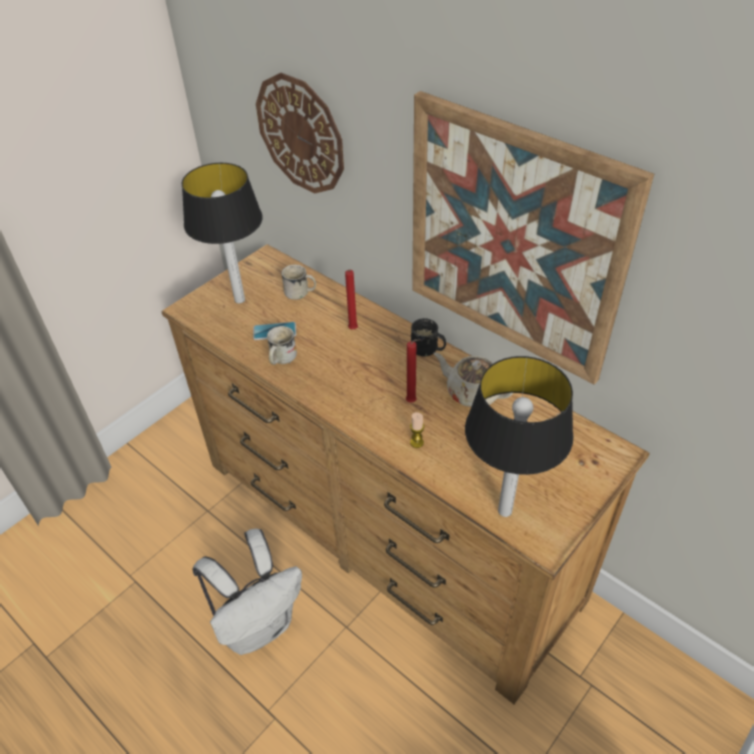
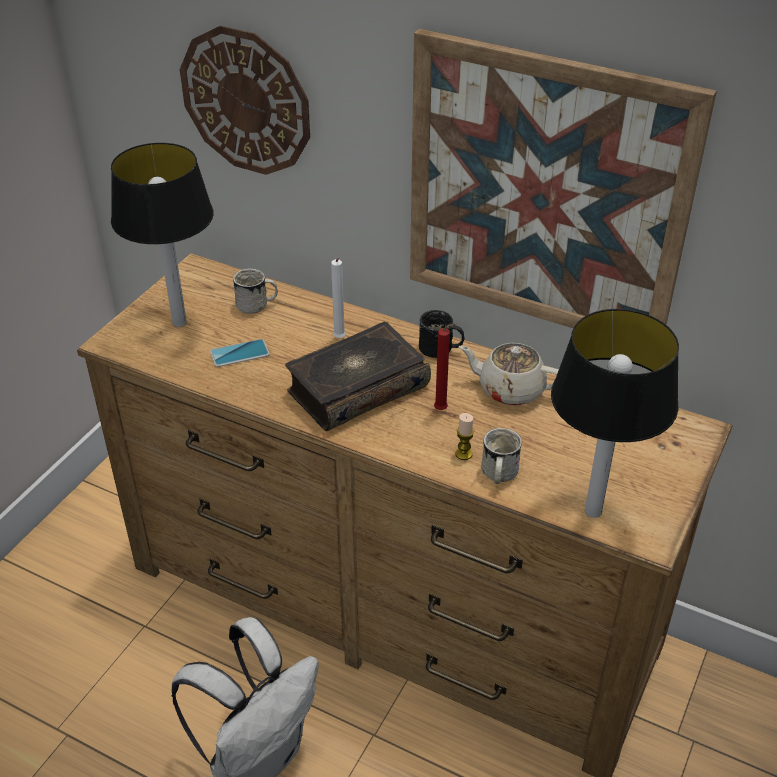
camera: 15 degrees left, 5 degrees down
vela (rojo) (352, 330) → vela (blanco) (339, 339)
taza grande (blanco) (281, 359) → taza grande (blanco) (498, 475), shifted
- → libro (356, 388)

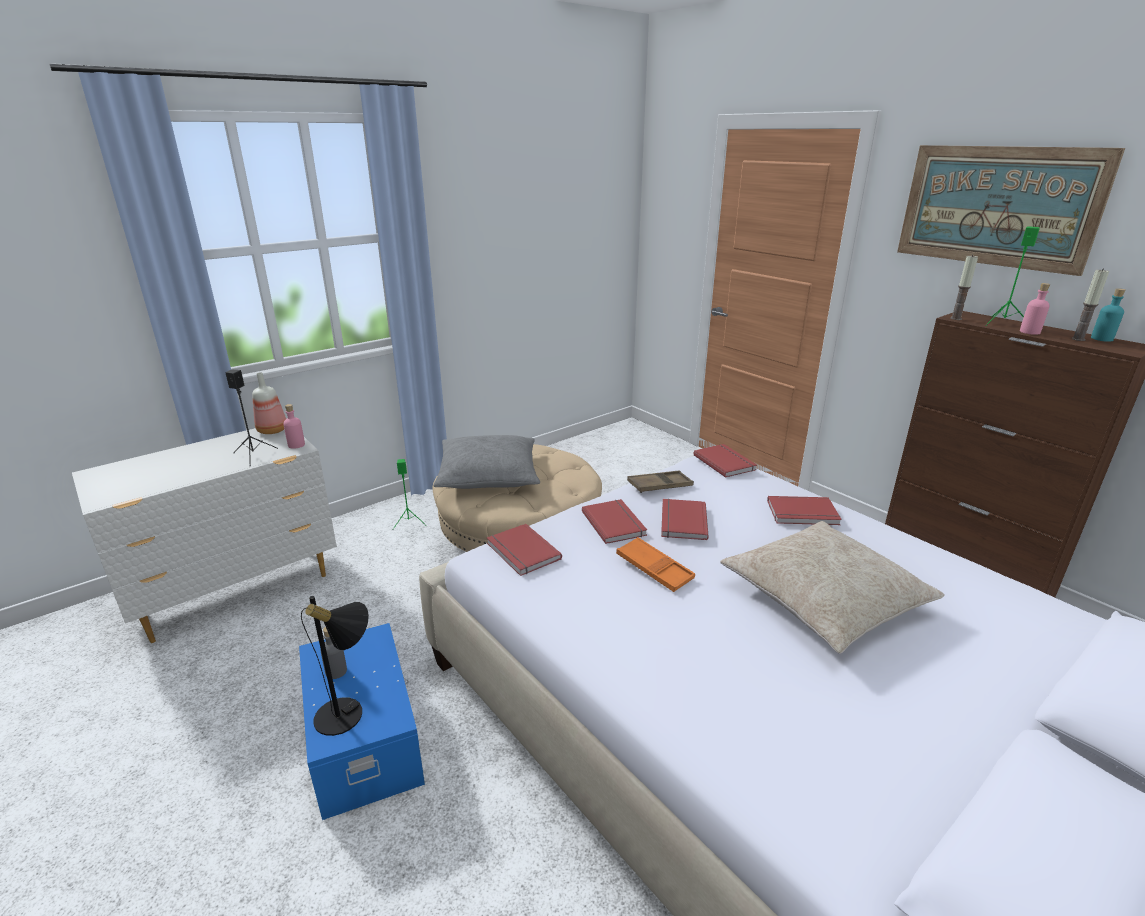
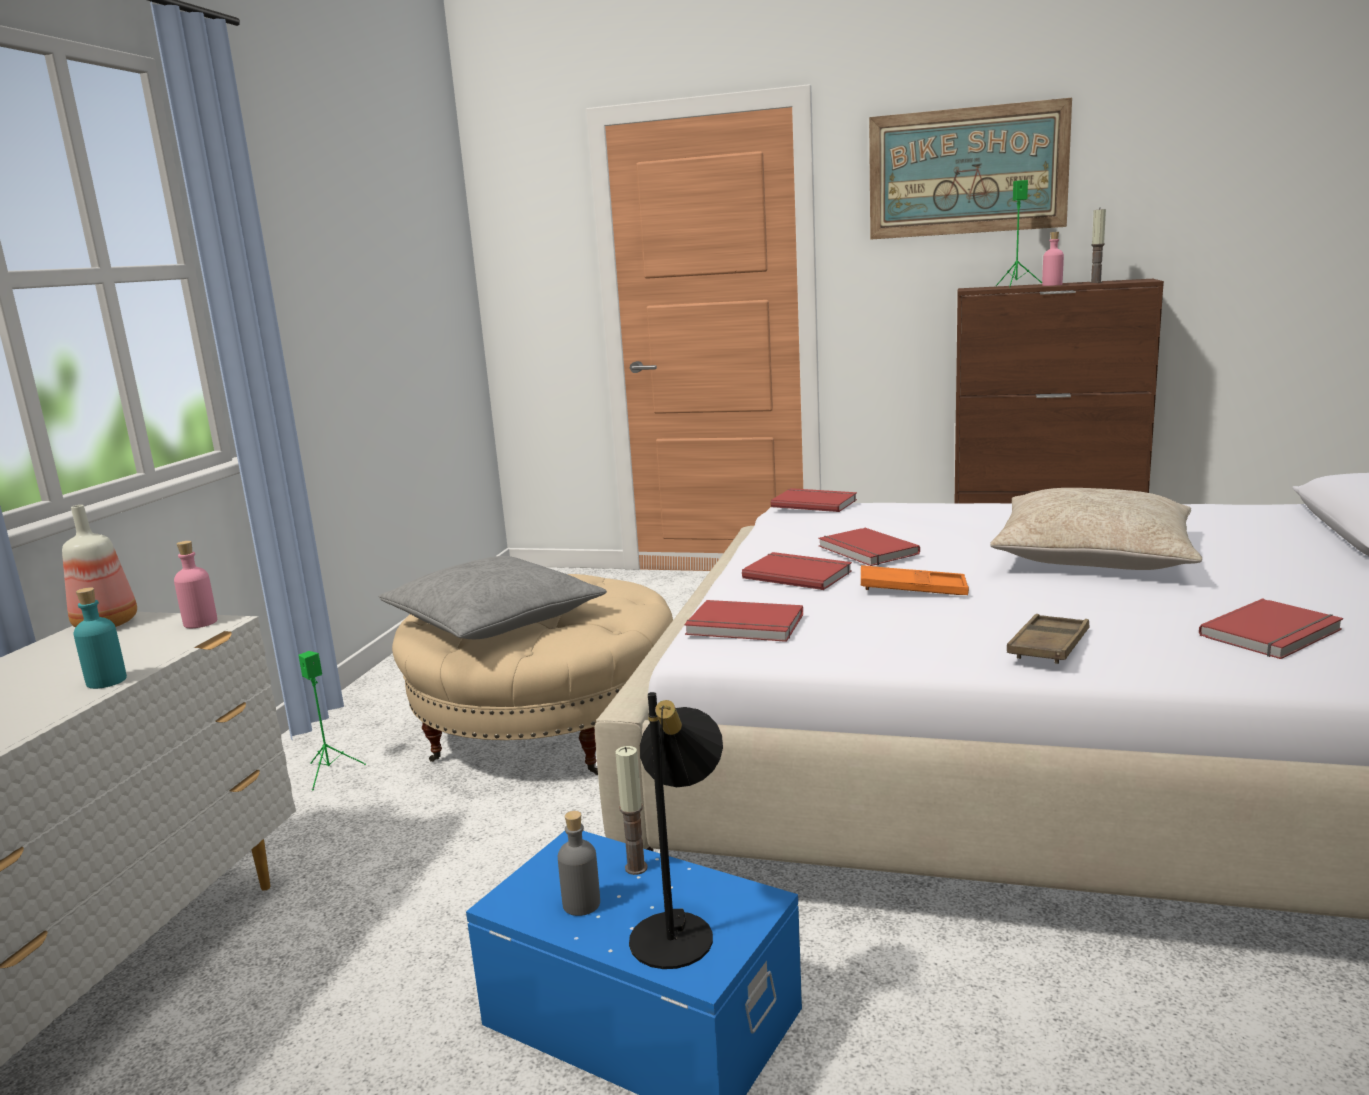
camera: 35 degrees left, 10 degrees down
vela (955, 318) → vela (636, 868), shifted
botella (turquesa) (1102, 339) → botella (turquesa) (106, 681), shifted
altavoz (negro) (254, 455) → -
bandeja (marrón) (660, 486) → bandeja (marrón) (1048, 646), shifted
libro (rojo) (803, 514) → libro (rojo) (1274, 634), shifted

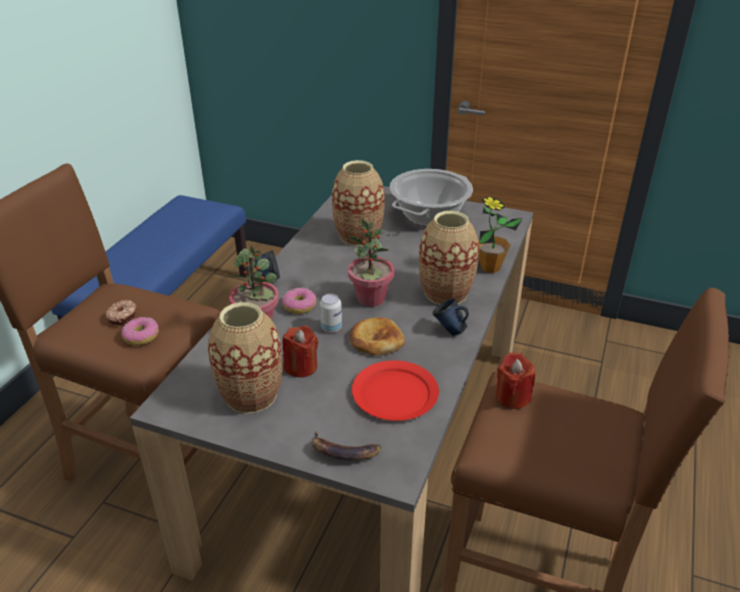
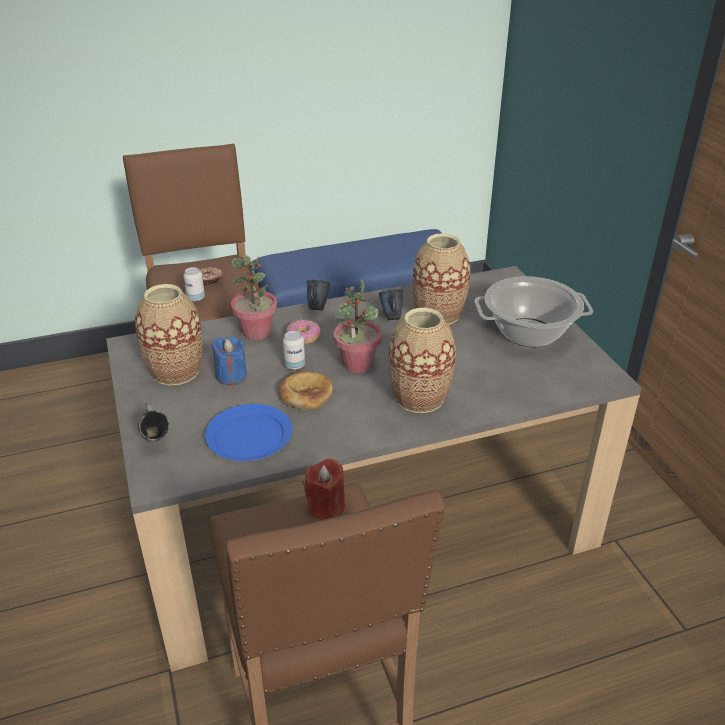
camera: 50 degrees right, 0 degrees up
planta en maceta (490, 267) → -
taza grande (azul) (449, 331) → taza grande (azul) (391, 317), shifted
rosquilla (141, 336) → lata (196, 298)
vela (rojo) (301, 366) → vela (azul) (231, 376)
plato (rojo) (395, 393) → plato (azul) (249, 436)
plátano (343, 452) → taza grande (gris) (156, 443)

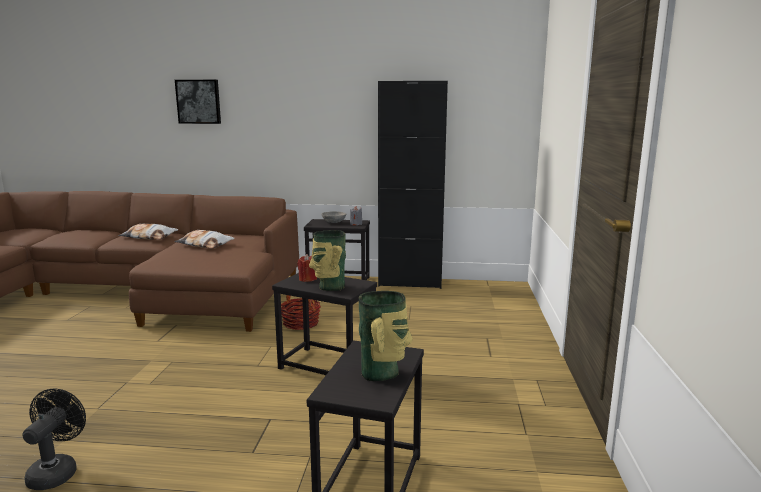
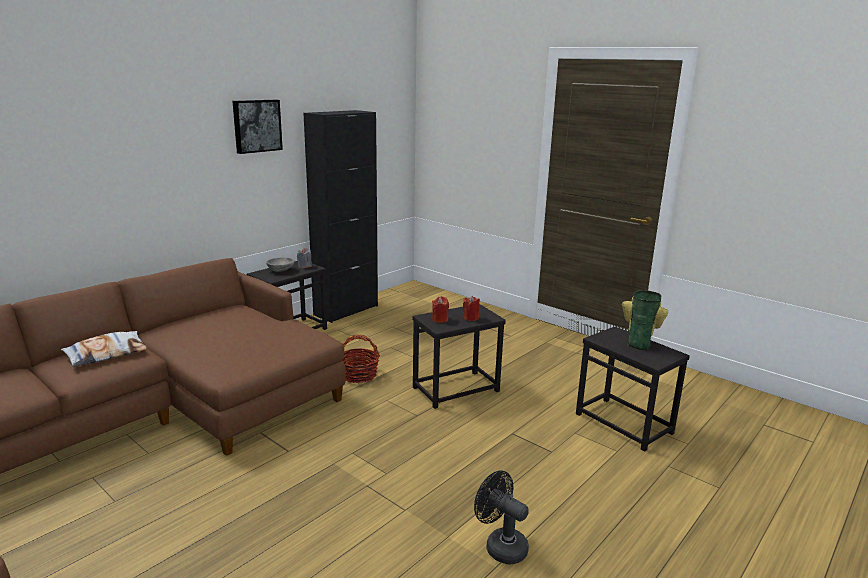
camera: 55 degrees left, 5 degrees up
cuadro (199, 101) → cuadro (256, 126), shifted
cojín (205, 244) → -
florero (330, 287) → vela (rojo) (470, 318)

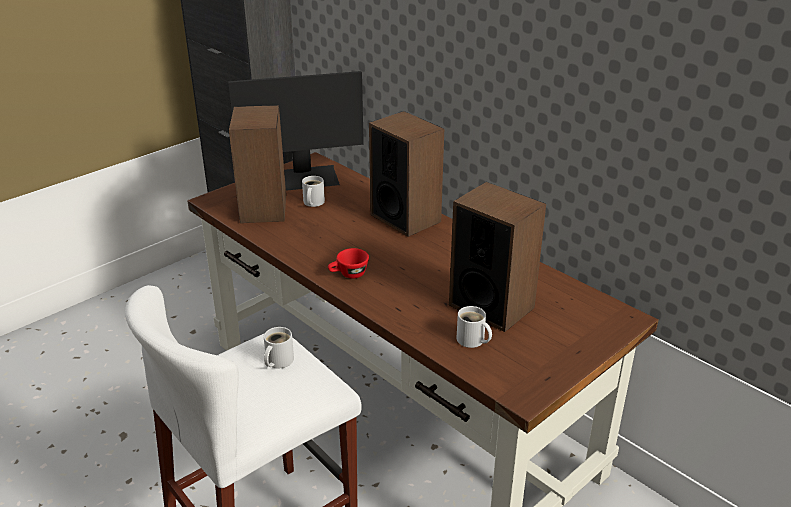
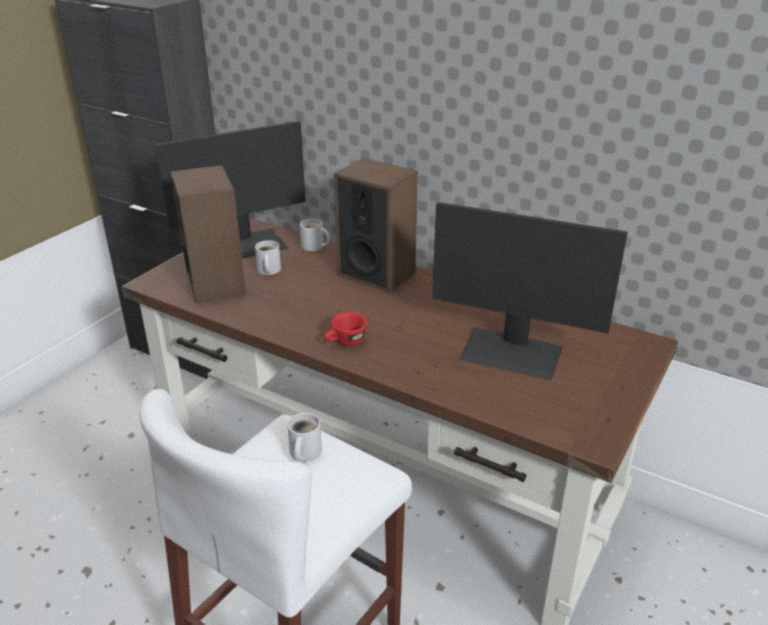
camera: 15 degrees left, 0 degrees up
altavoz (491, 306) → monitor (512, 352)
taza grande (blanco) (472, 341) → taza grande (blanco) (314, 247), shifted

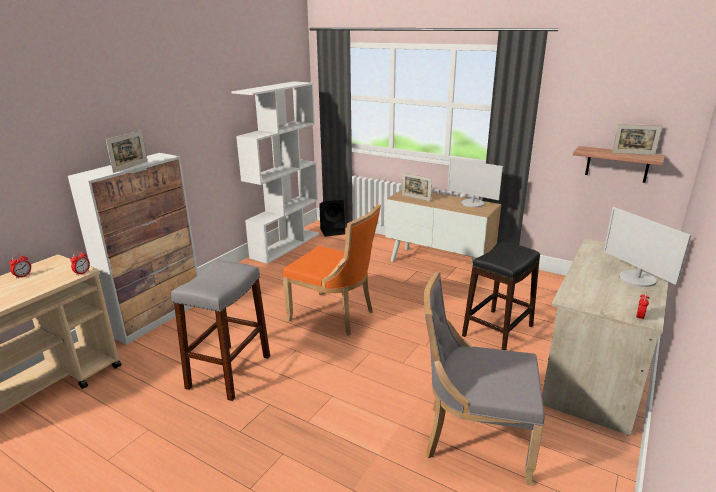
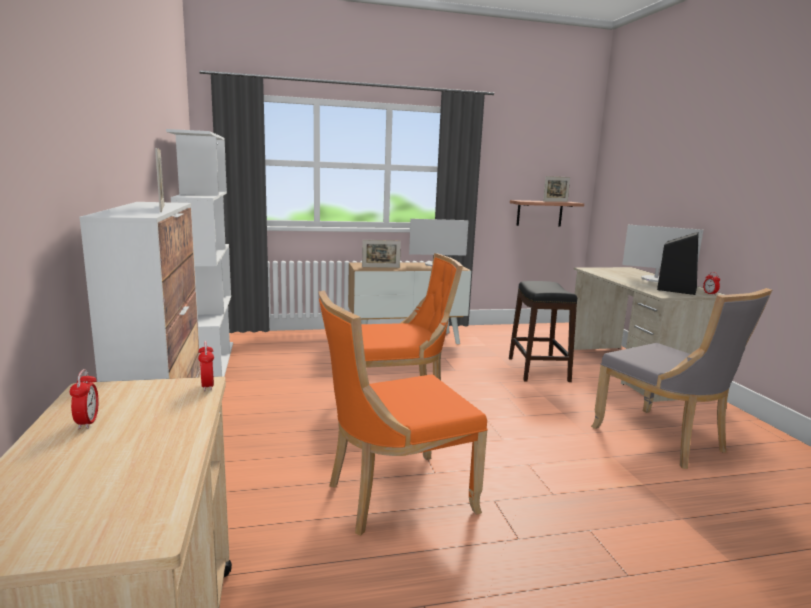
camera: 45 degrees left, 10 degrees down
altavoz (negro) (333, 231) → altavoz (negro) (676, 289), shifted
taburete (gris) (229, 371) → silla (naranja) (394, 496)
silla (gris) (473, 439) → silla (gris) (664, 440), 90 degrees counterclockwise

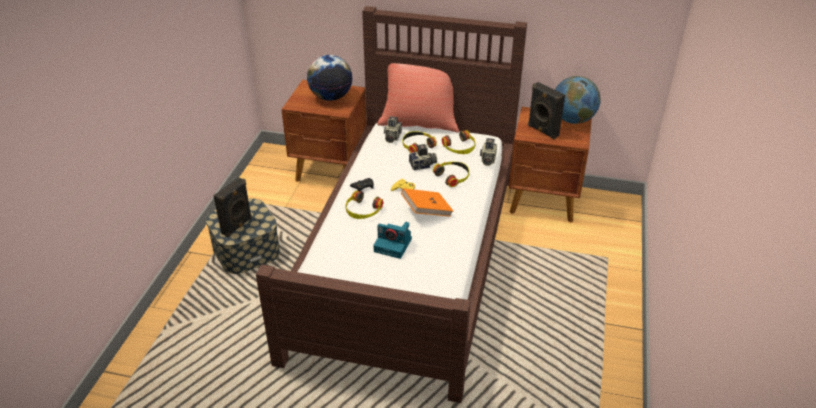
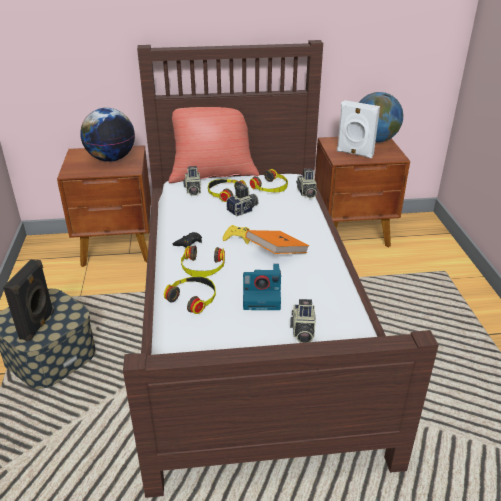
camera: 20 degrees left, 5 degrees down
altavoz (negro) (542, 131) → altavoz (blanco) (354, 153)
auriculares (452, 176) → auriculares (193, 298), shifted
- → cámara (302, 331)

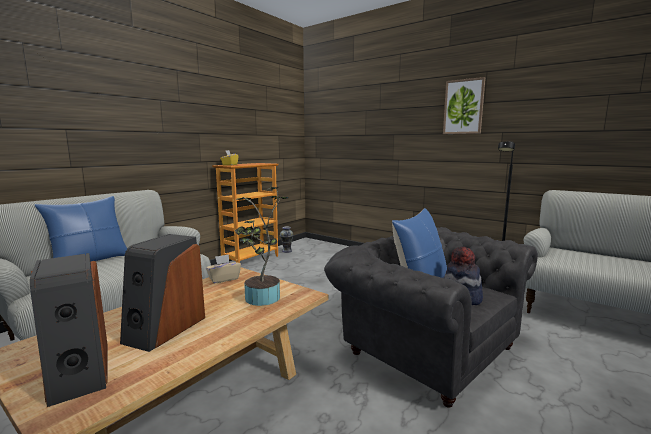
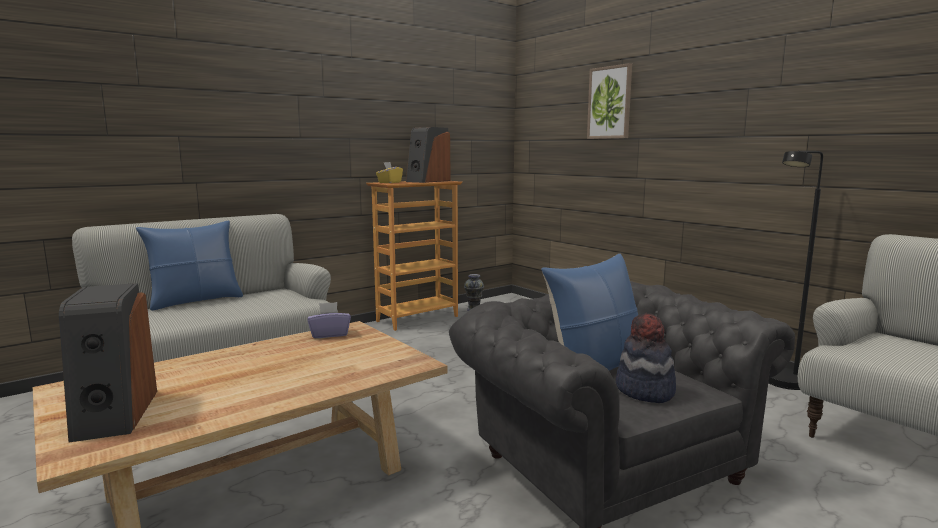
camera: 15 degrees right, 0 degrees up
cuadro (463, 107) → cuadro (609, 103), shifted
planta en maceta (261, 300) → -
altavoz (165, 329) → altavoz (428, 181), shifted
caja de pañuelos (beis) (224, 279) → caja de pañuelos (morado) (329, 334)

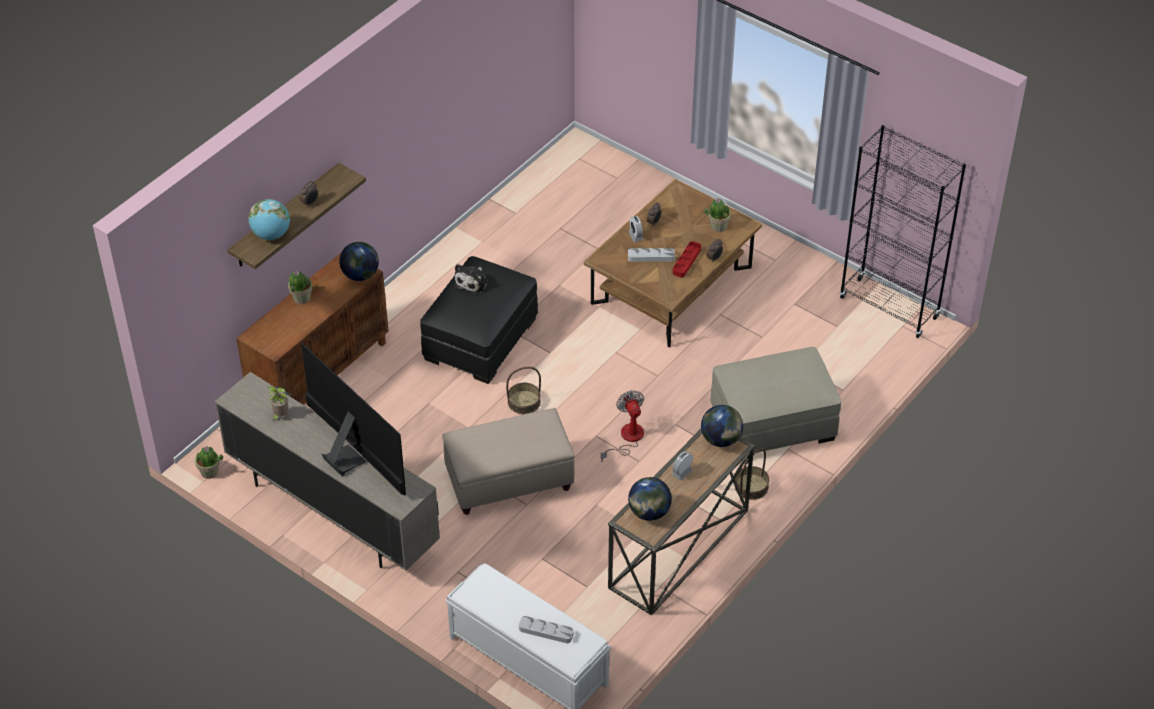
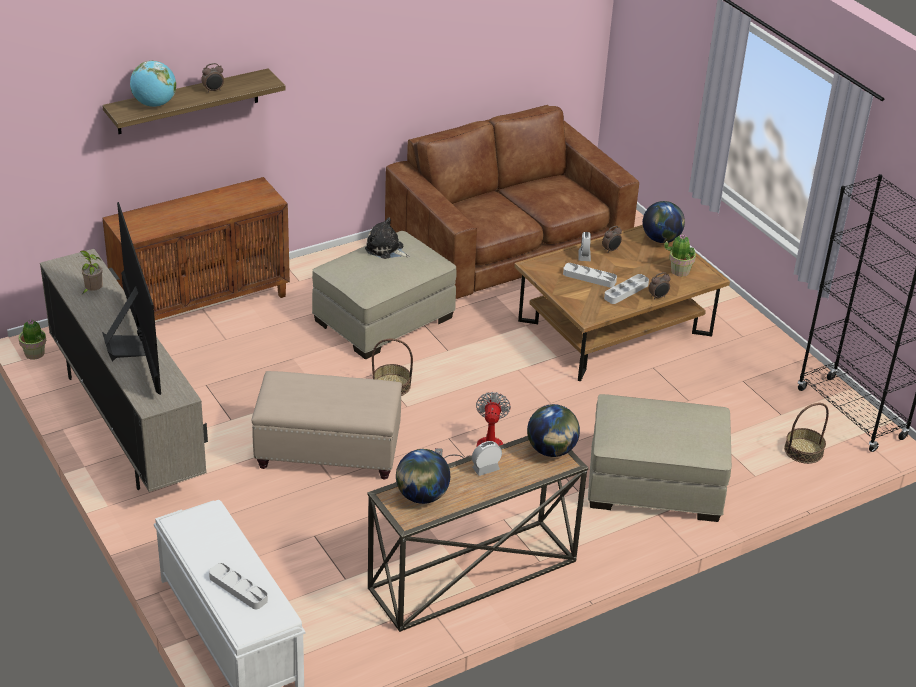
camera: 20 degrees right, 10 degrees down
bandeja (rojo) (686, 261) → bandeja (gris) (626, 291)
globo terráqueo (360, 275) → globo terráqueo (661, 239), shifted
puf (negro) (481, 338) → puf (beis) (384, 318)
peluche (472, 282) → peluche (386, 249), 75 degrees clockwise
planta en maceta (301, 298) → -
cesta (751, 486) → cesta (803, 451), shifted
- → sofá (marrón) (508, 242)

